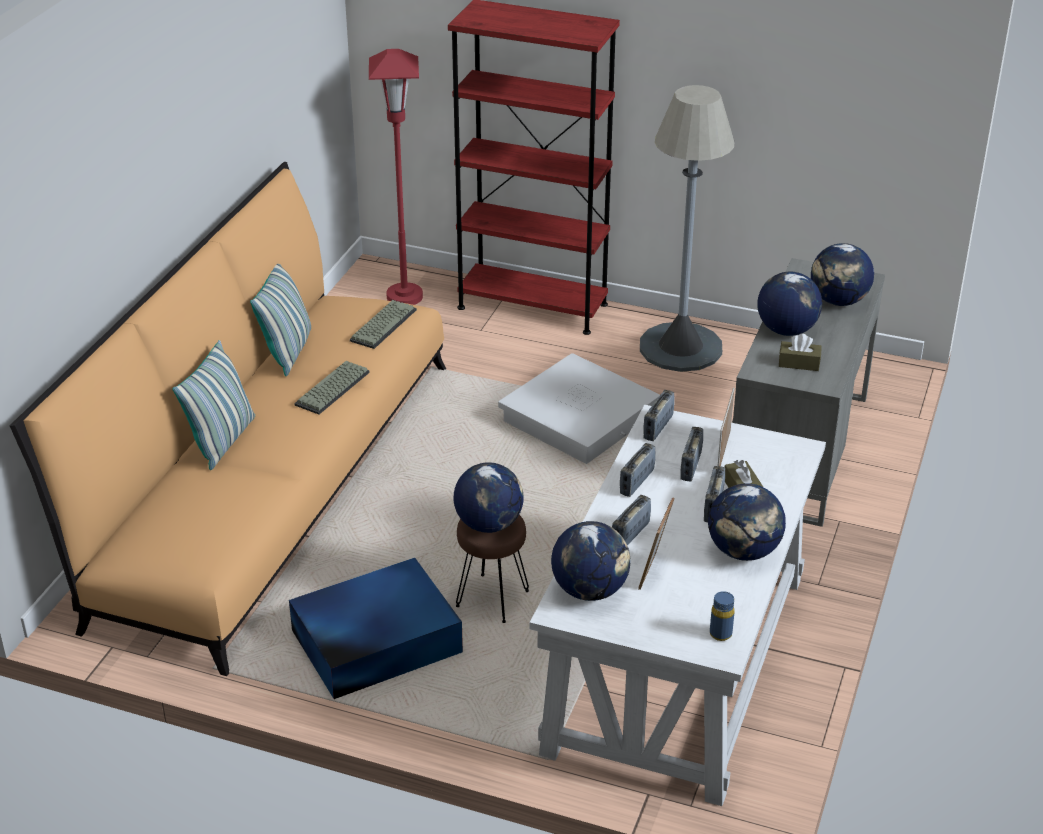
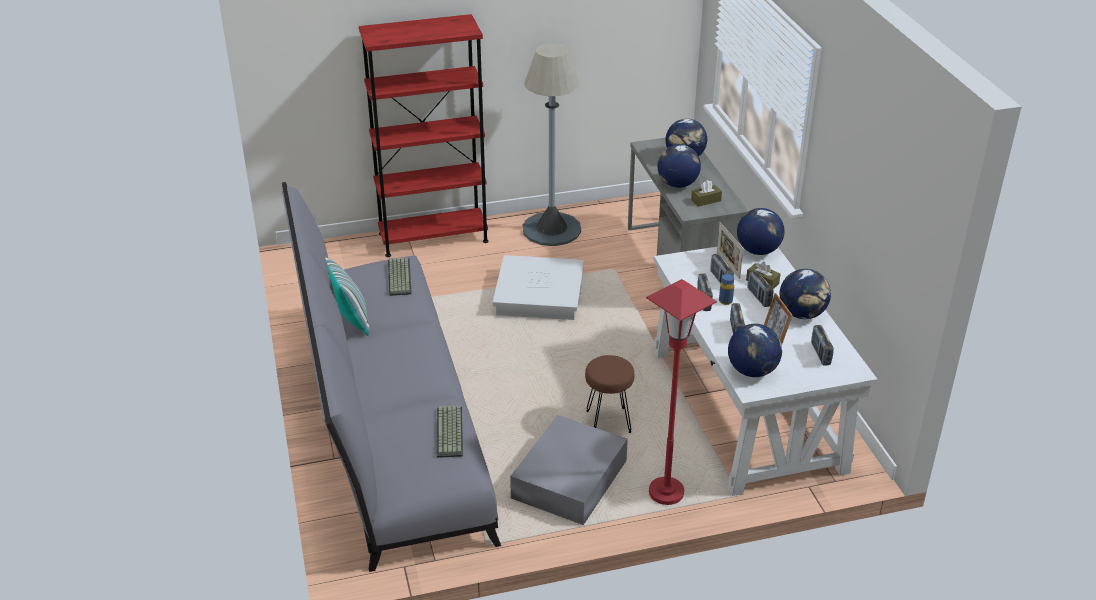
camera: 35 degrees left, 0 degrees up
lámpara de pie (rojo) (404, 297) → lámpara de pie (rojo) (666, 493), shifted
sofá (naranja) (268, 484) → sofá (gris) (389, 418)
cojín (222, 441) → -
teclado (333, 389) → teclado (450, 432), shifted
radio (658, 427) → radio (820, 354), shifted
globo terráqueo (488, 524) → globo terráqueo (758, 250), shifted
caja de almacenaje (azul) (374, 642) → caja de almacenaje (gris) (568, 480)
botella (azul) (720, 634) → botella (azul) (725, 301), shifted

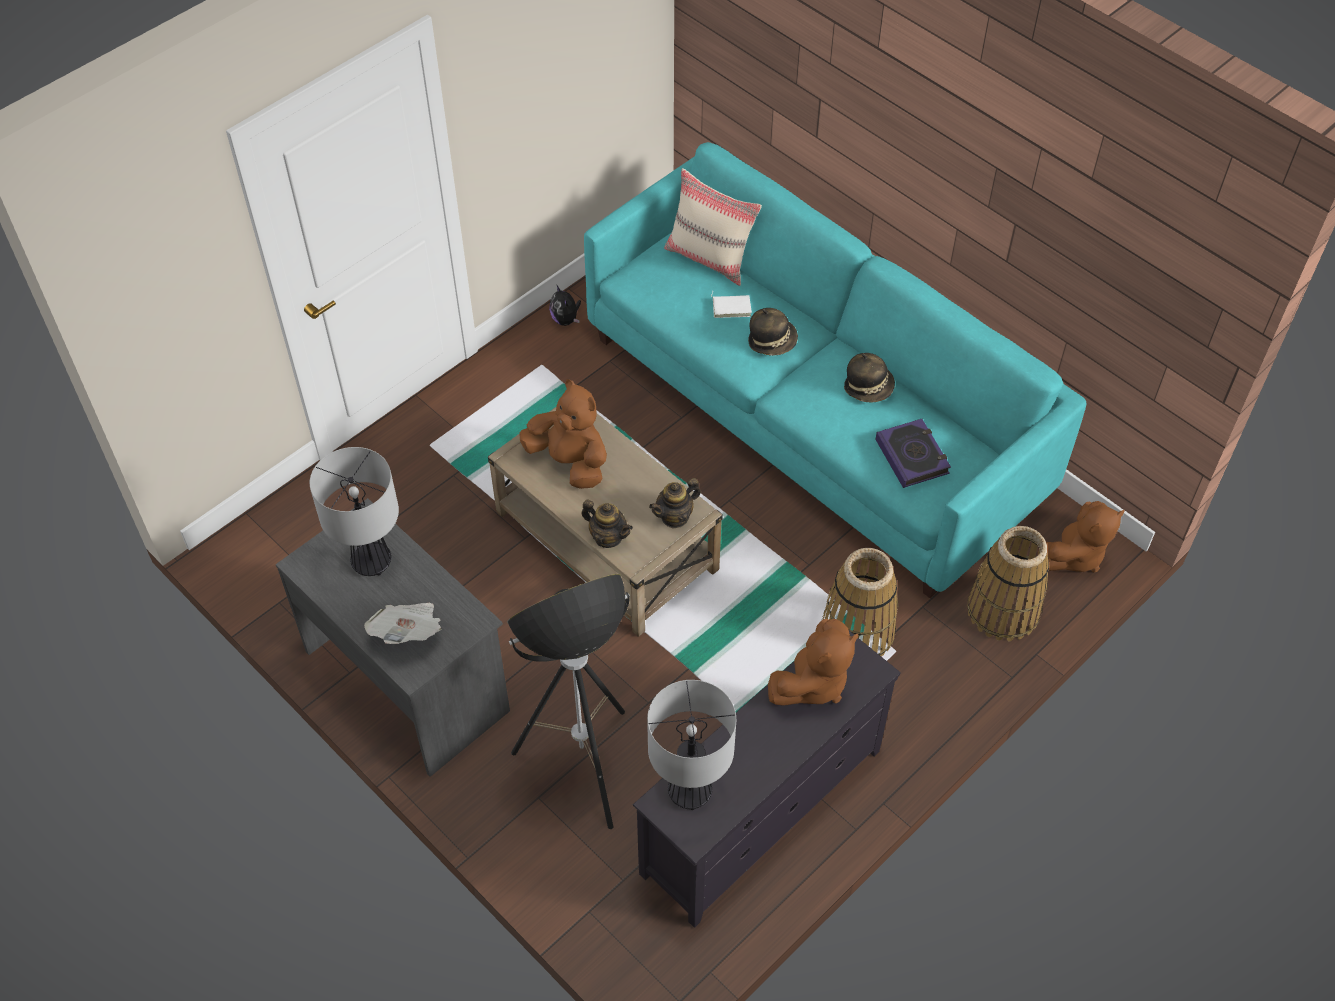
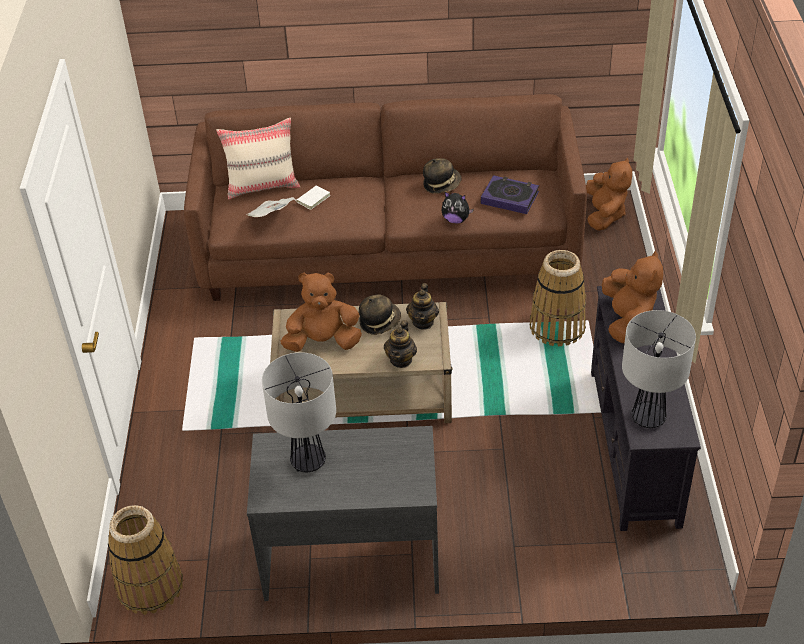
camera: 45 degrees left, 10 degrees down
sofá (turquesa) (813, 415) → sofá (marrón) (389, 249)
peluche (566, 320) → peluche (456, 220), shifted
sombrero (772, 341) → sombrero (379, 321), shifted
tetera (608, 537) → tetera (401, 360), 120 degrees clockwise
cesta (1003, 610) → cesta (150, 586), shifted
lámpara de pie (583, 767) → -
periódico (408, 632) → periódico (271, 217), shifted

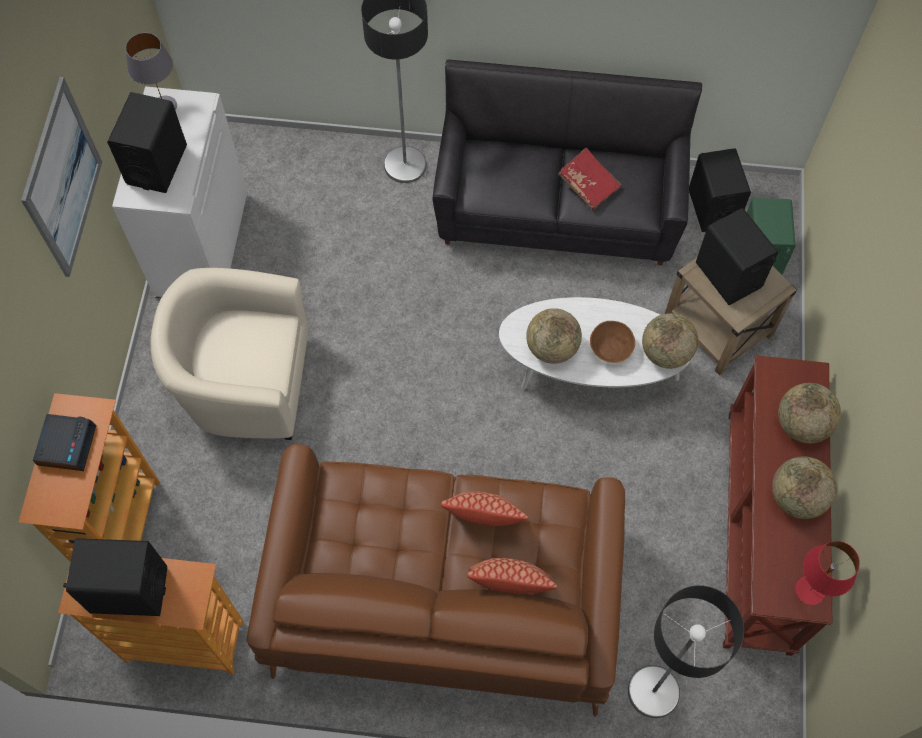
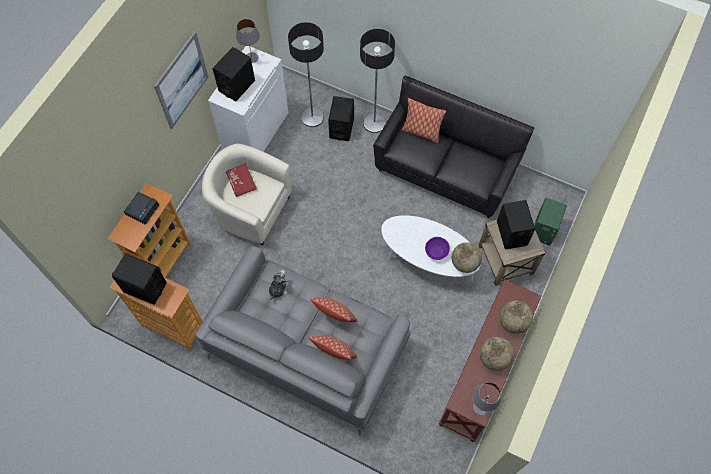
camera: 20 degrees right, 0 degrees up
libro (rojo) (588, 184) → libro (rojo) (241, 182), shifted
altavoz (negro) (712, 208) → altavoz (negro) (341, 128), shifted
globo terráqueo (552, 348) → -
cuenco (marrón) (609, 349) → cuenco (morado) (436, 251)
sofá (marrón) (442, 594) → sofá (gris) (306, 347)
lámpara de mesa (rojo) (809, 590) → lámpara de mesa (gris) (480, 407)
lámpara de pie (653, 692) → lámpara de pie (312, 117), shifted
- → cojín (421, 132)
- → peluche (278, 289)

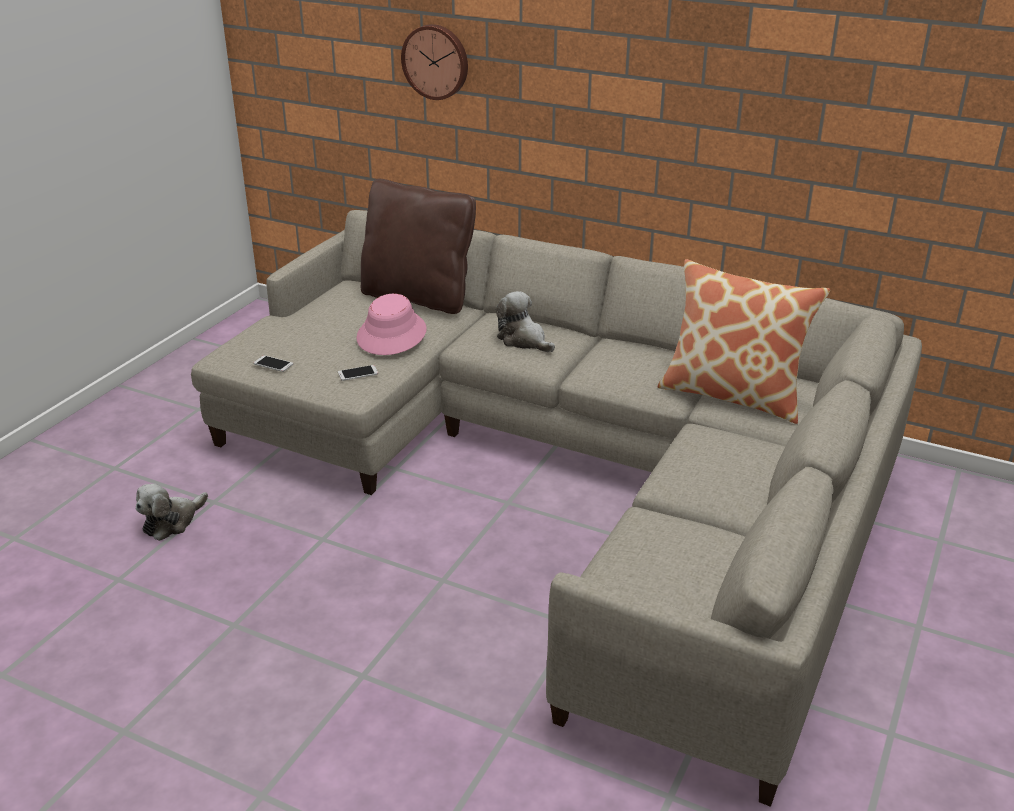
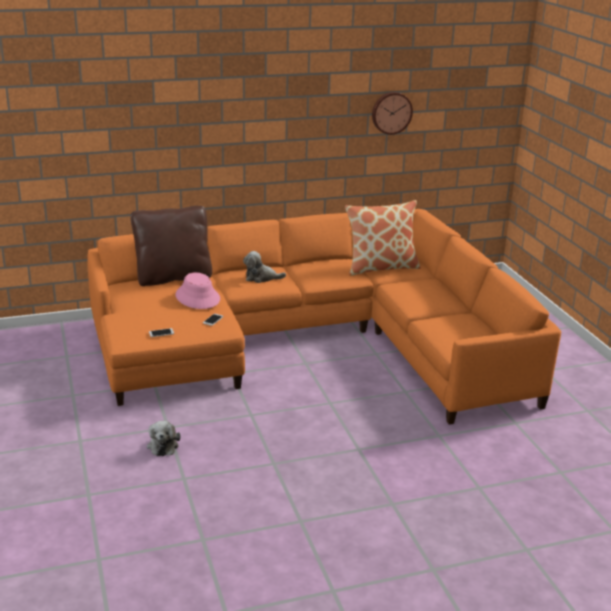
camera: 45 degrees left, 5 degrees down
reloj de pared (436, 61) → reloj de pared (391, 112), shifted
sofá (beis) (568, 475) → sofá (naranja) (312, 341)

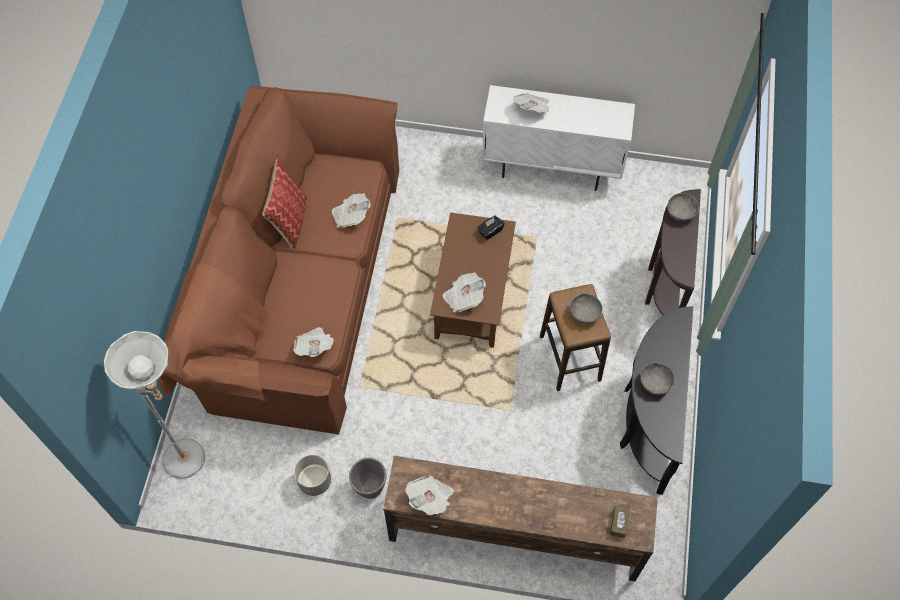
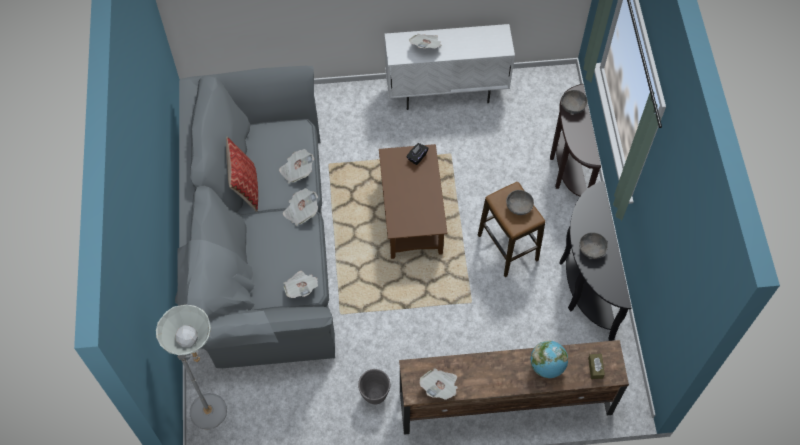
camera: 15 degrees left, 0 degrees up
sofá (marrón) (298, 285) → sofá (gris) (260, 241)
periódico (463, 297) → periódico (301, 211), shifted
maceta (gris) (314, 481) → -
- → globo terráqueo (547, 366)

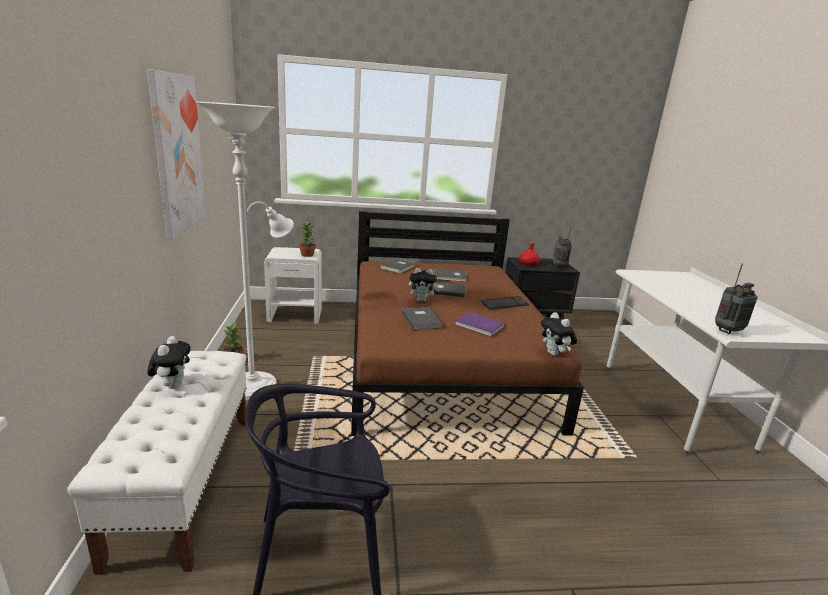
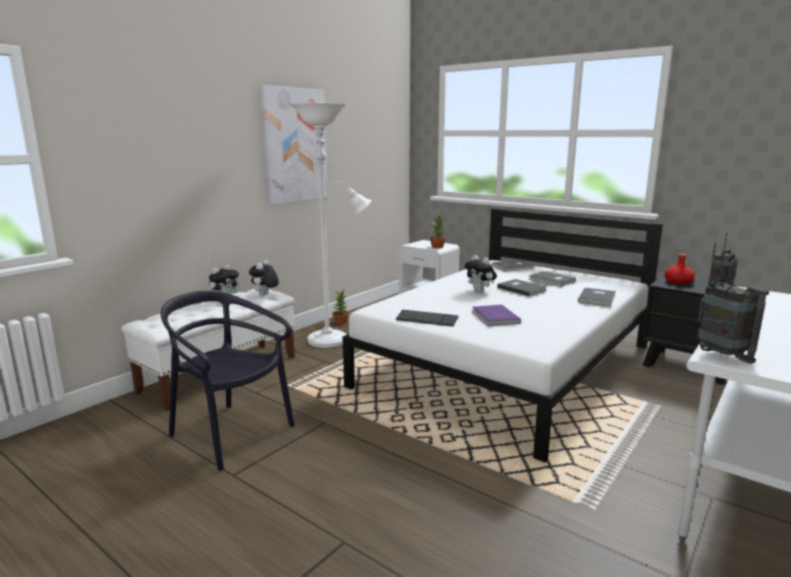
camera: 45 degrees right, 5 degrees down
cama (marrón) (441, 360) → cama (blanco) (508, 366)
radio (728, 331) → radio (721, 355), 45 degrees clockwise
teclado (504, 304) → teclado (427, 319), shifted
libro (gris) (422, 319) → libro (gris) (598, 298), shifted
peluche (554, 354) → peluche (265, 295), shifted

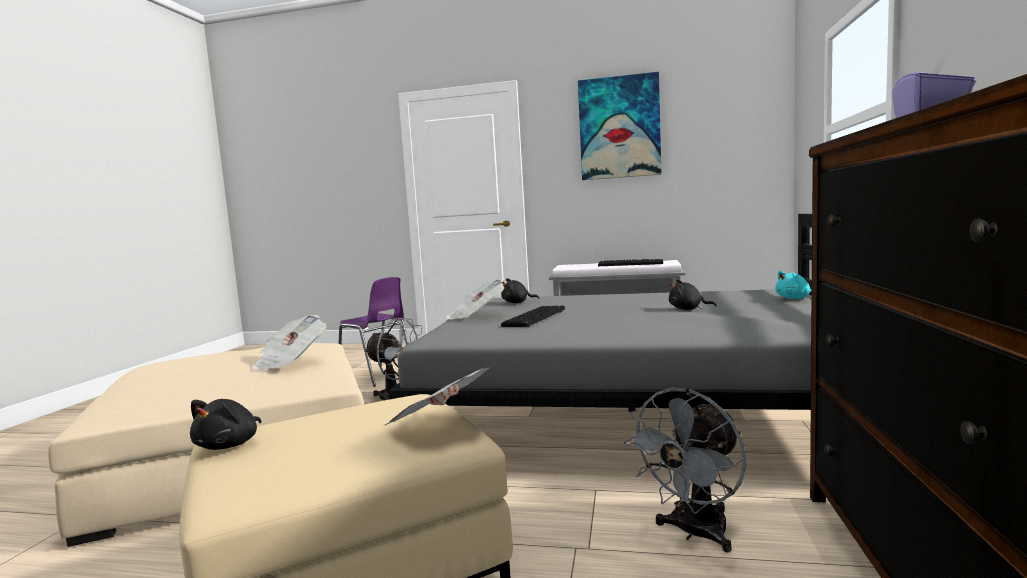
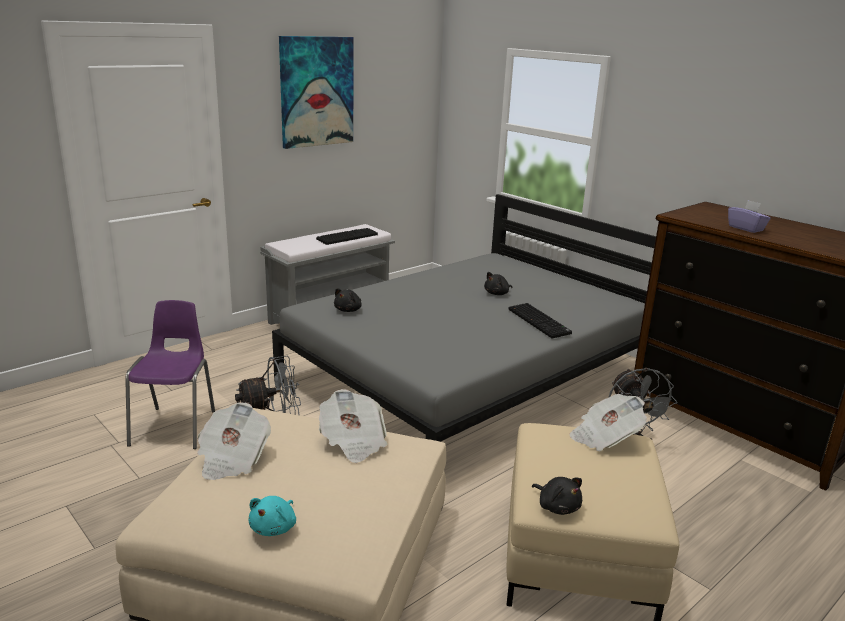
camera: 55 degrees left, 15 degrees up
peluche (turquesa) (794, 298) → peluche (turquesa) (274, 528), shifted
silla (morado) (378, 376) → silla (morado) (175, 427), 75 degrees counterclockwise
periódico (476, 315) → periódico (232, 459), shifted
teclado (536, 318) → teclado (540, 321), shifted

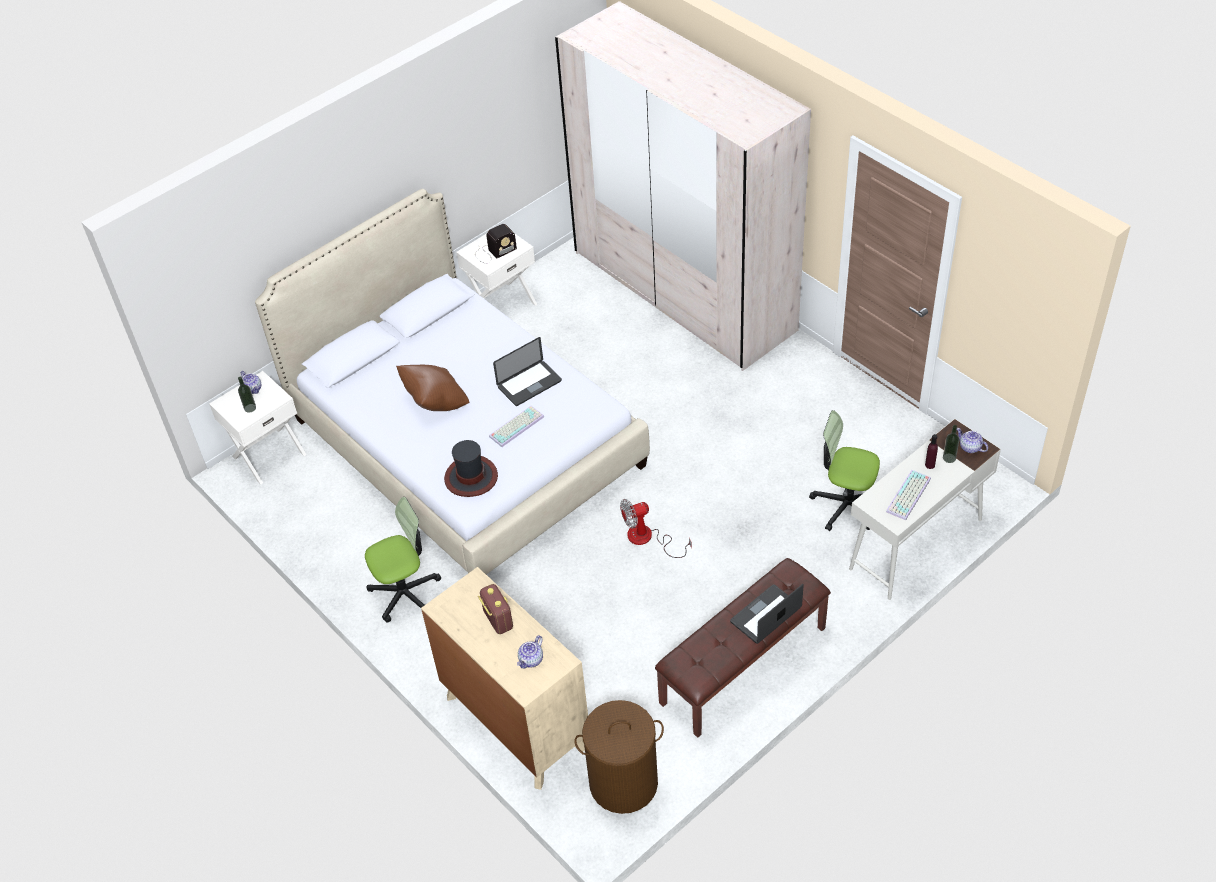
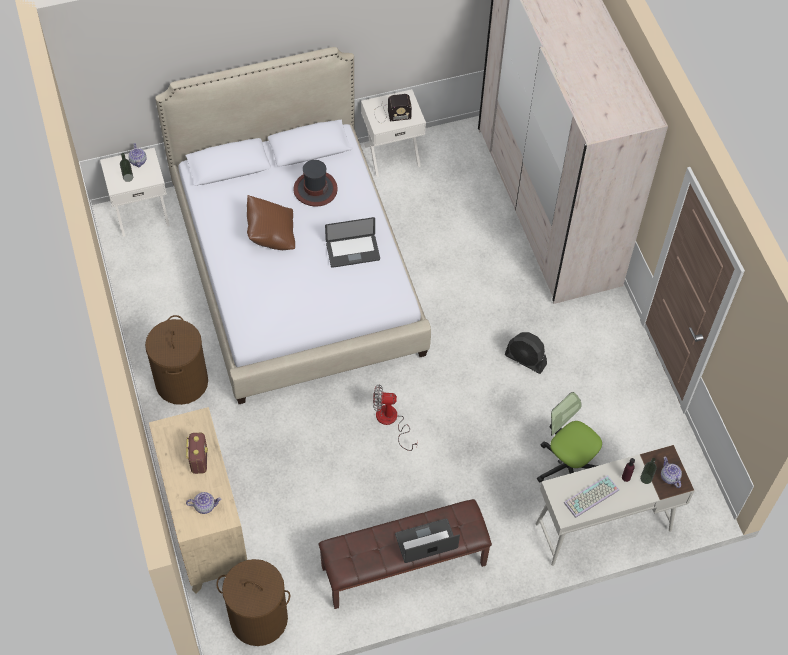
camera: 20 degrees right, 10 degrees up
teclado (516, 425) → -
sombrero (470, 477) → sombrero (315, 189), shifted
silla de oficina (405, 593) → cesto de la ropa (marrón) (182, 382)
tetera (531, 660) → tetera (205, 506), 150 degrees counterclockwise
- → ventilador (negro) (525, 360)

